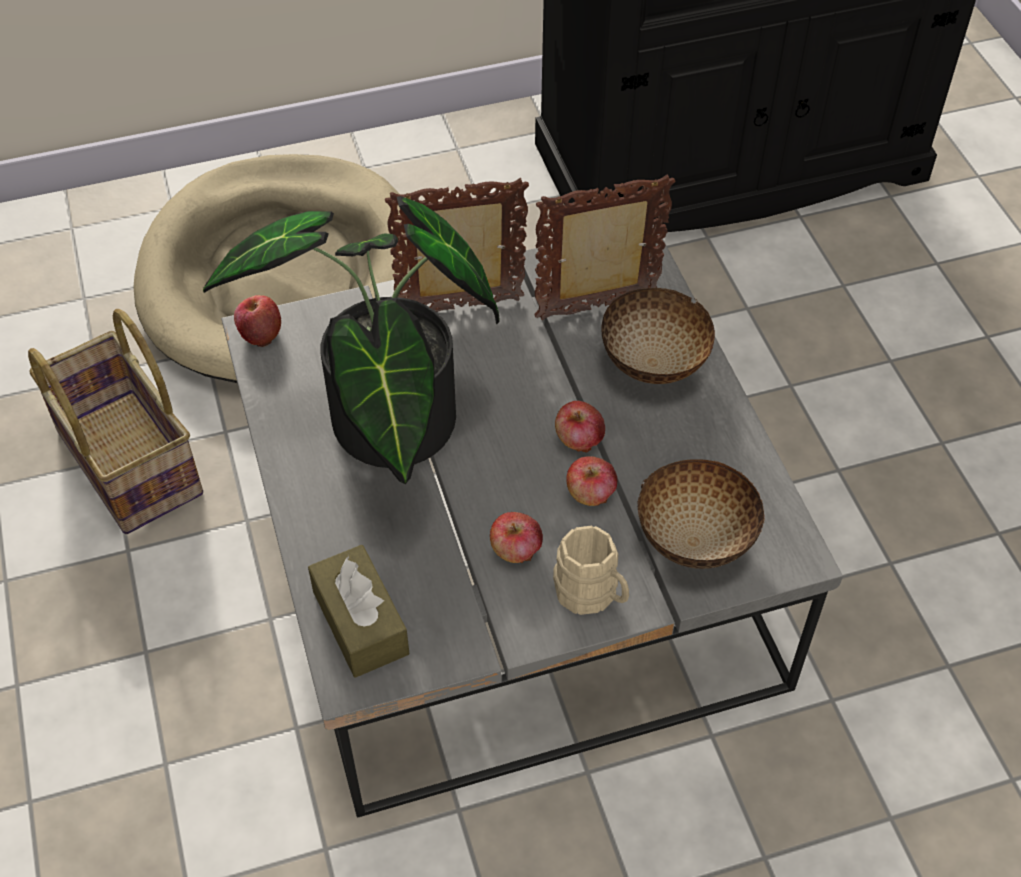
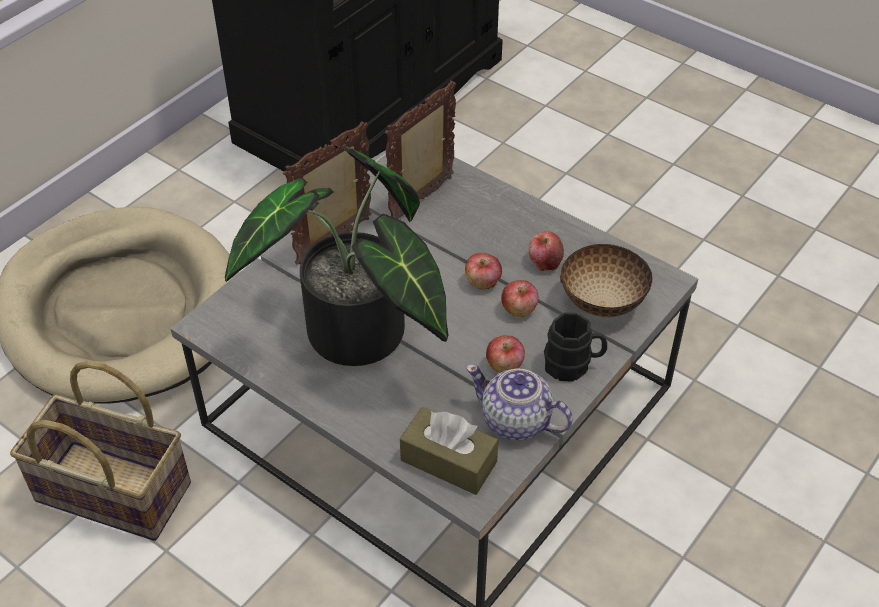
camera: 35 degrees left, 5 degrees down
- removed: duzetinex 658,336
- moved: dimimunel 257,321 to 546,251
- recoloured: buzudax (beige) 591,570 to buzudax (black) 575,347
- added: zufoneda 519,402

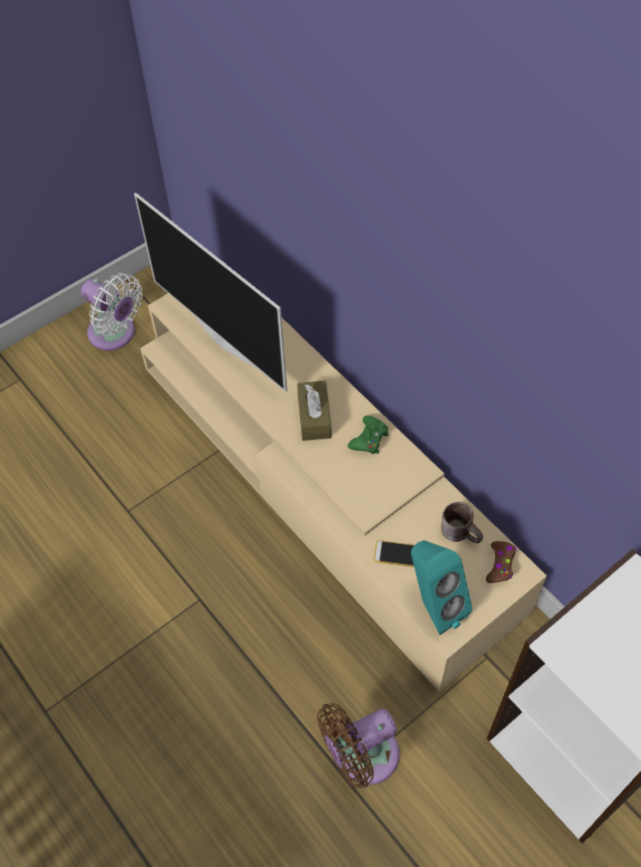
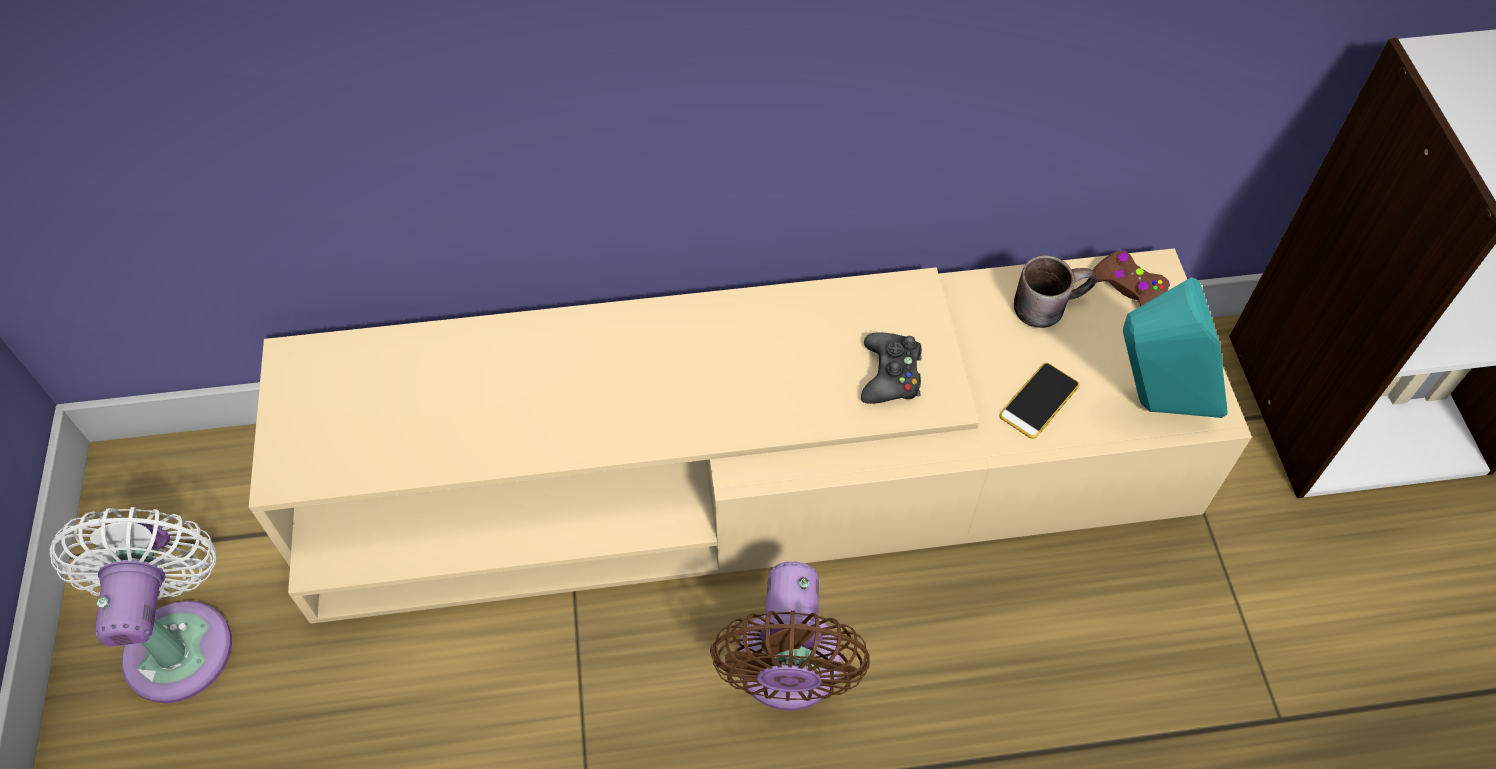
camera: 60 degrees left, 0 degrees up
- removed: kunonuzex 210,292
- turned: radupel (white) 112,311 = 141,605 75 degrees counterclockwise
- removed: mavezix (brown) 314,411
- removed: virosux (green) 368,434
- moved: radupel (brown) 358,745 to 790,636
- added: virosux (black) 891,368

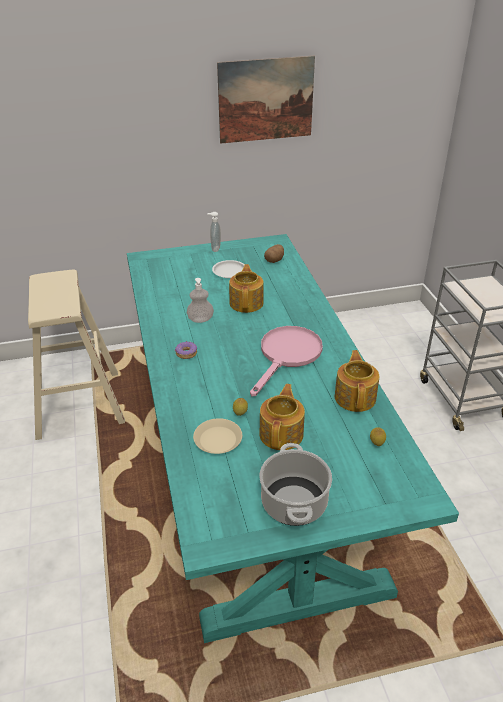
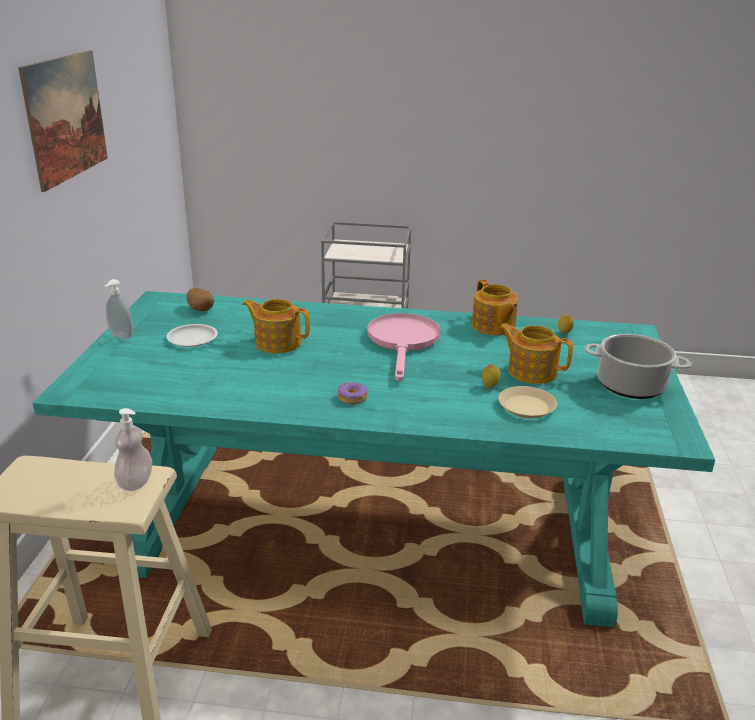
camera: 70 degrees left, 10 degrees down
- moved: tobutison 200,300 to 133,449
- turned: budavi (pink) 286,361 = 404,347 45 degrees clockwise
- turned: zufoneda 357,381 = 495,307 135 degrees counterclockwise

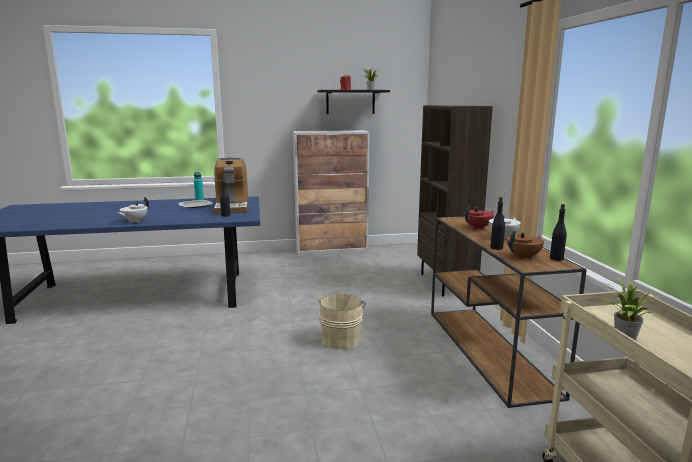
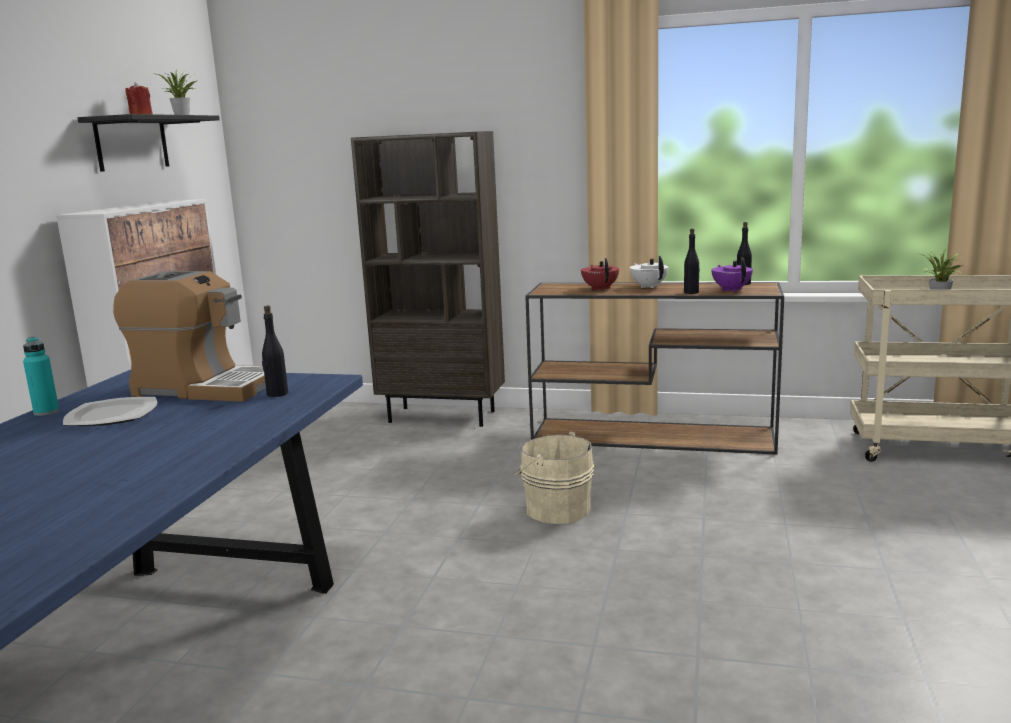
camera: 65 degrees left, 0 degrees up
- removed: zufoneda (white) 132,210
- recoloured: zufoneda (brown) 525,245 to zufoneda (purple) 732,275

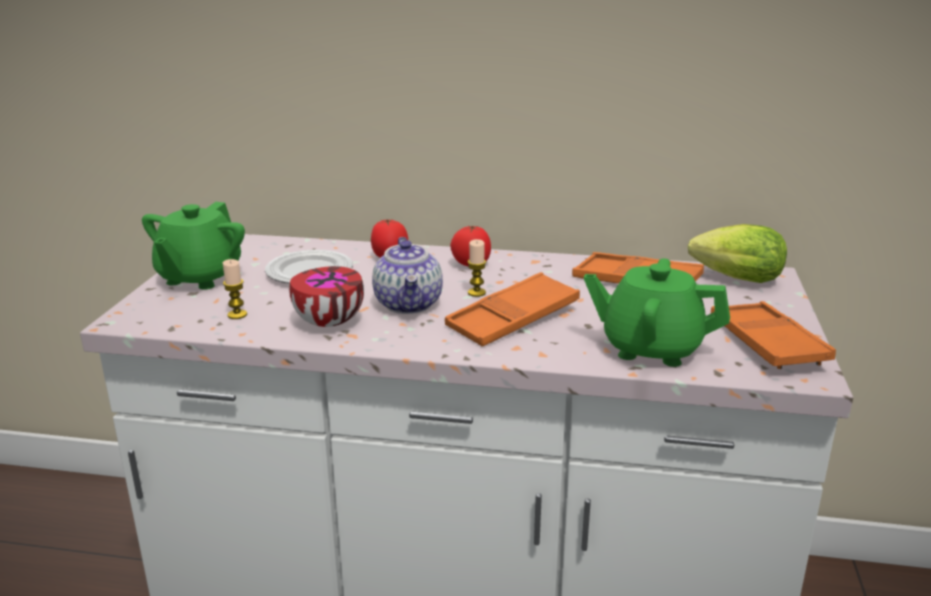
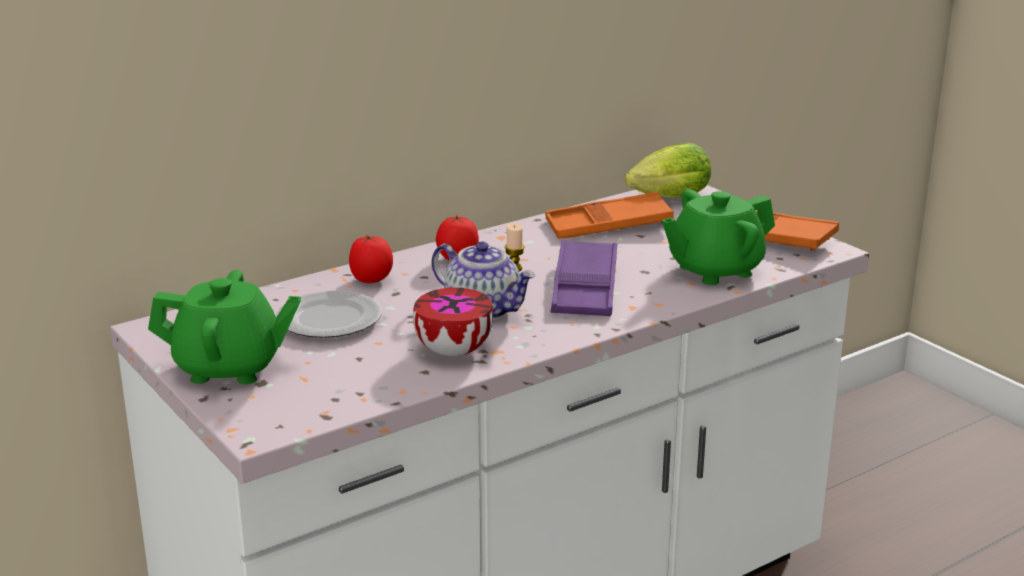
camera: 45 degrees left, 0 degrees up
- turned: zufoneda (green) 193,246 = 224,327 60 degrees counterclockwise
- removed: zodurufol 235,289
- recoloured: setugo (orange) 512,309 to setugo (purple) 584,277

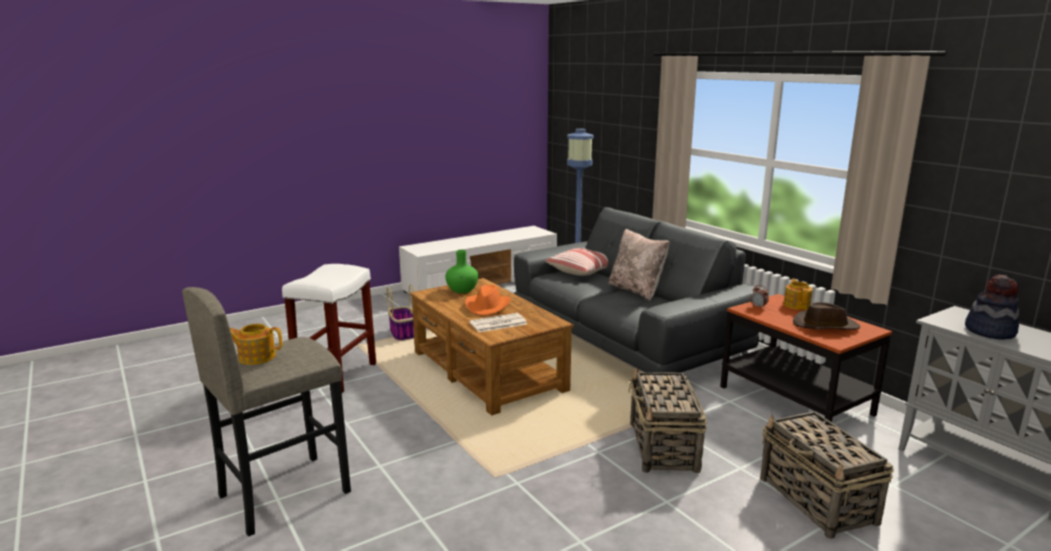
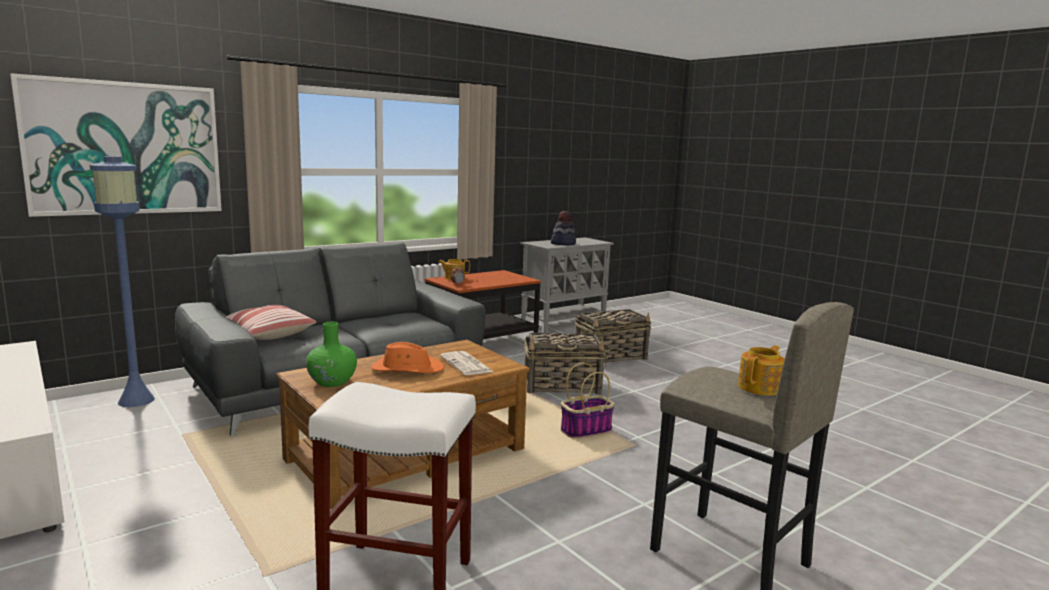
camera: 95 degrees left, 5 degrees down
- removed: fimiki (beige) 639,265
- moved: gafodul 400,313 to 588,400
- removed: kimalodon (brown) 826,316
- turned: zufoneda 256,344 = 761,370 135 degrees counterclockwise
- added: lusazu 116,145

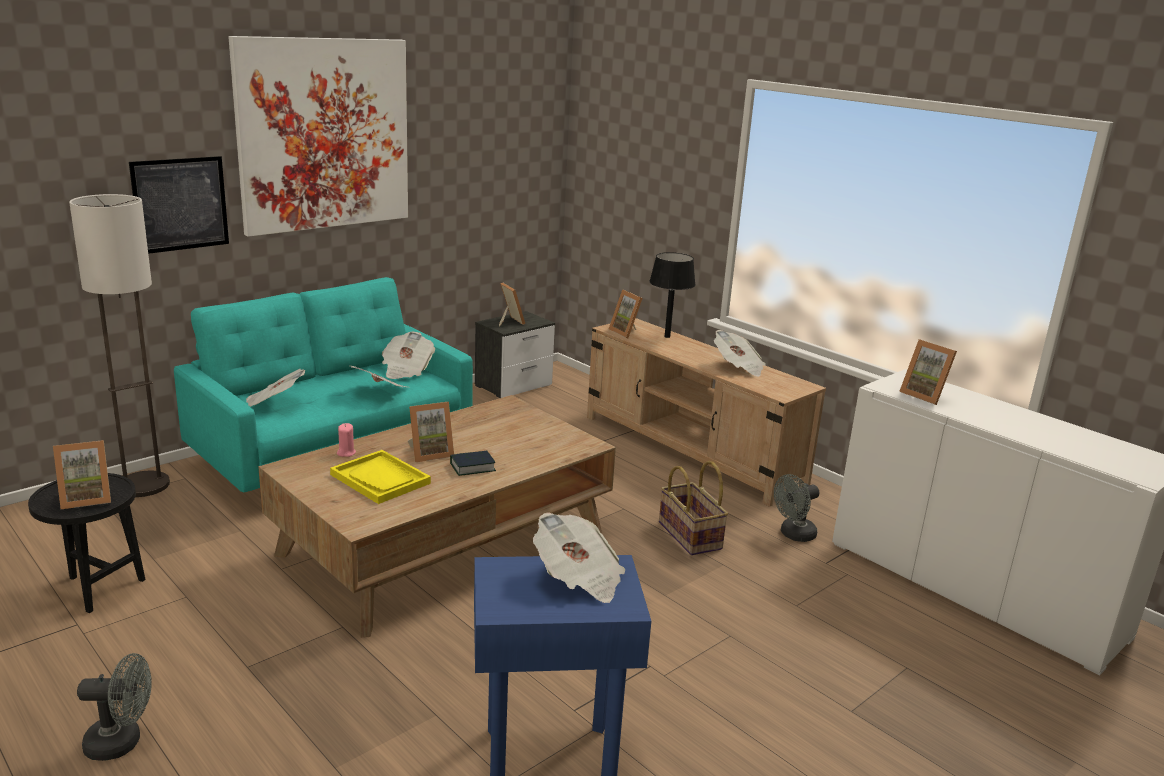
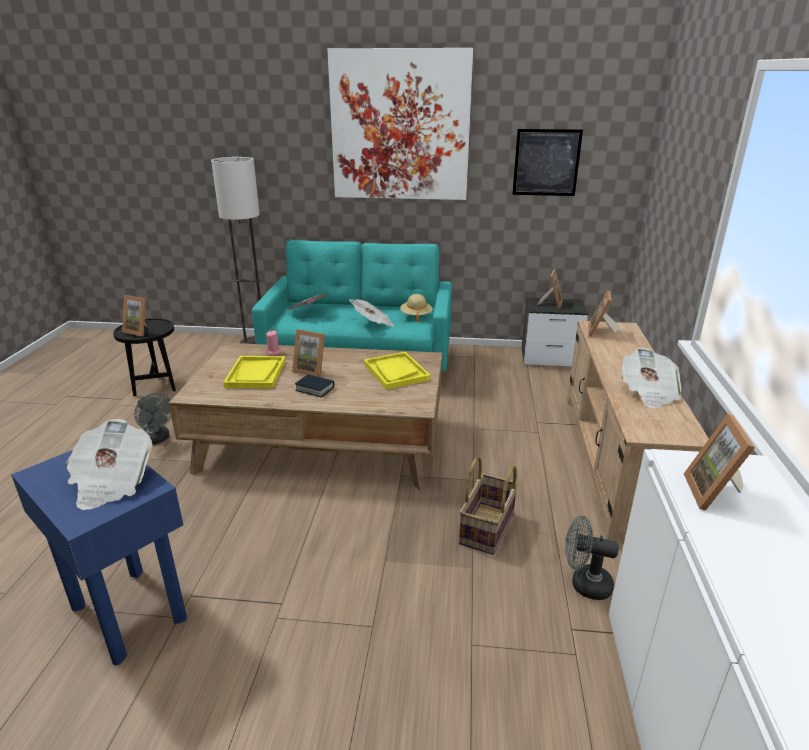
camera: 50 degrees right, 5 degrees up
- moved: lusazu 179,205 to 547,162
- removed: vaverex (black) 672,295
- replaced: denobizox 408,355 to kimalodon (beige) 416,308
- moved: radupel (grey) 114,707 to 152,419
- added: setugo (yellow) 397,371

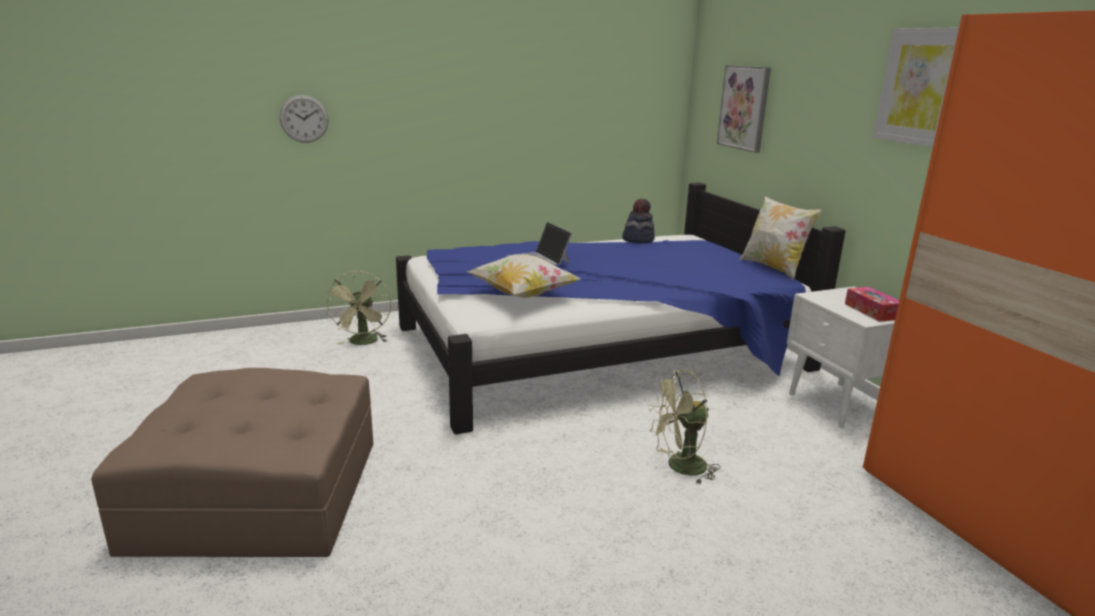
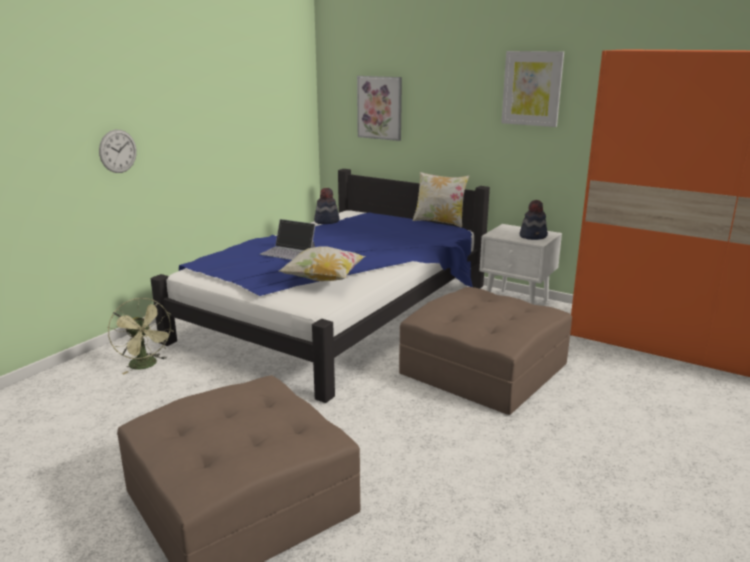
camera: 35 degrees left, 0 degrees up
- moved: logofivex 304,119 to 118,151
- replaced: mavezix 872,304 to kimalodon 534,220
- replaced: radupel (green) 684,427 to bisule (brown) 485,351

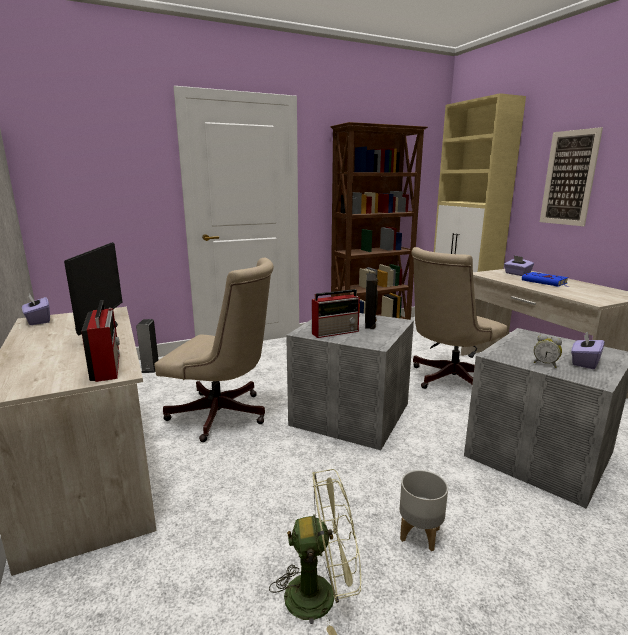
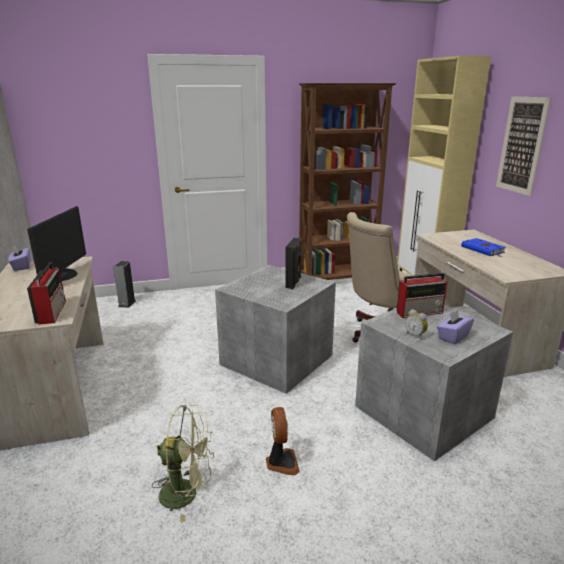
camera: 10 degrees right, 5 degrees up
- removed: mavezix (purple) 519,265
- removed: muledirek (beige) 214,350
- moved: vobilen 336,313 to 421,295
- replaced: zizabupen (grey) 424,510 to radupel 283,441

